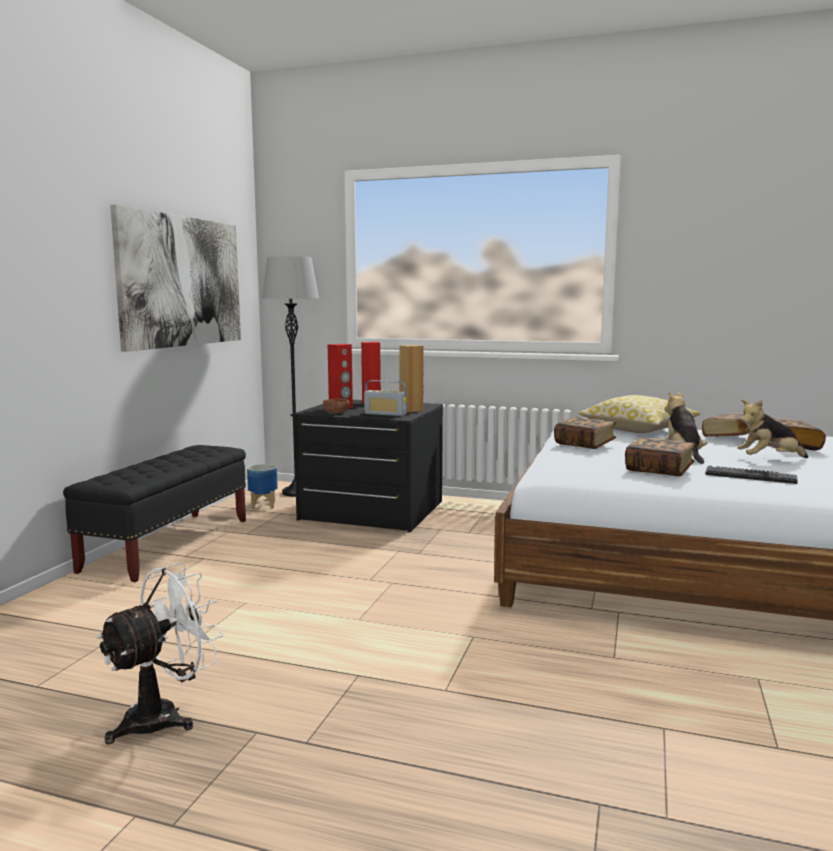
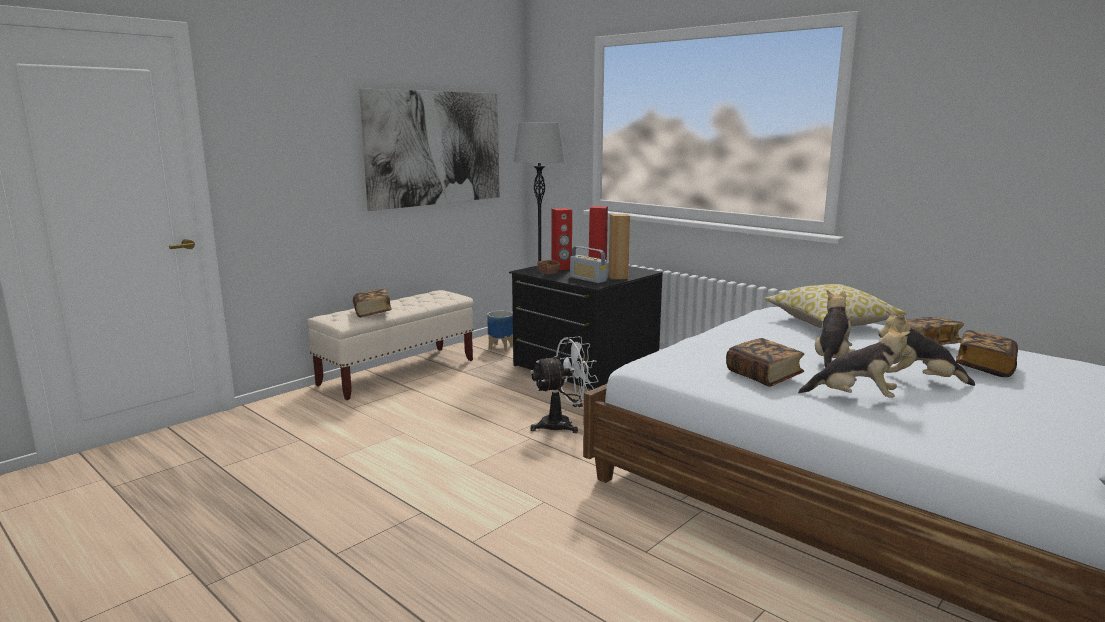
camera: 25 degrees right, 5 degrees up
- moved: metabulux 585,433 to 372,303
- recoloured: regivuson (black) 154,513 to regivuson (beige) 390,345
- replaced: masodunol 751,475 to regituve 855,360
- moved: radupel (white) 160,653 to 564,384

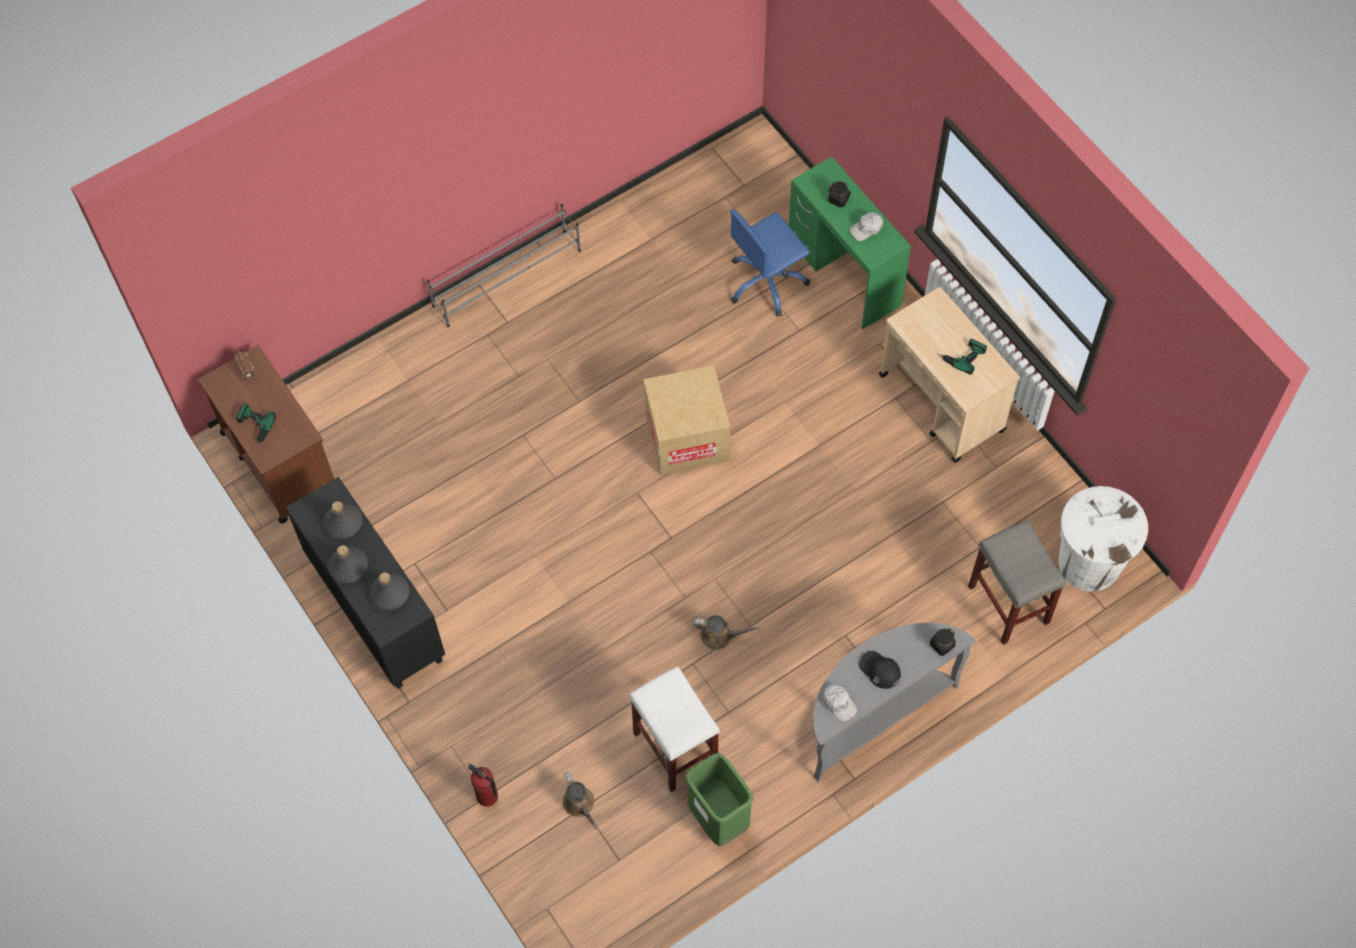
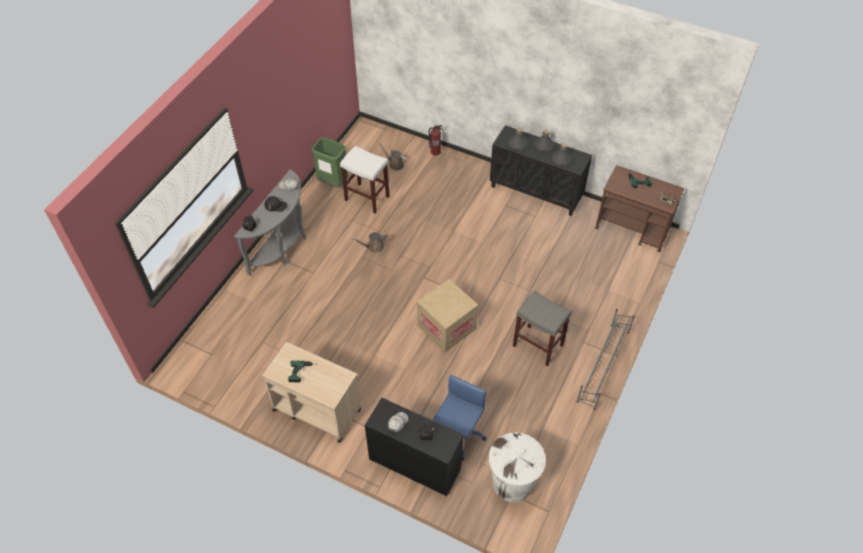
camera: 150 degrees right, 10 degrees down
- recoloured: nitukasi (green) 850,243 to nitukasi (black) 414,446
- moved: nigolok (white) 1103,539 to 517,467
- moved: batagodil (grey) 1017,582 to 542,328

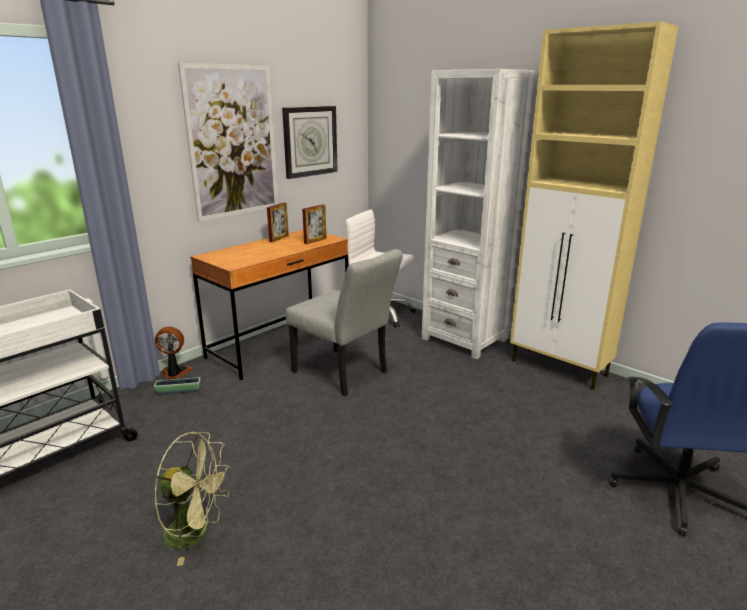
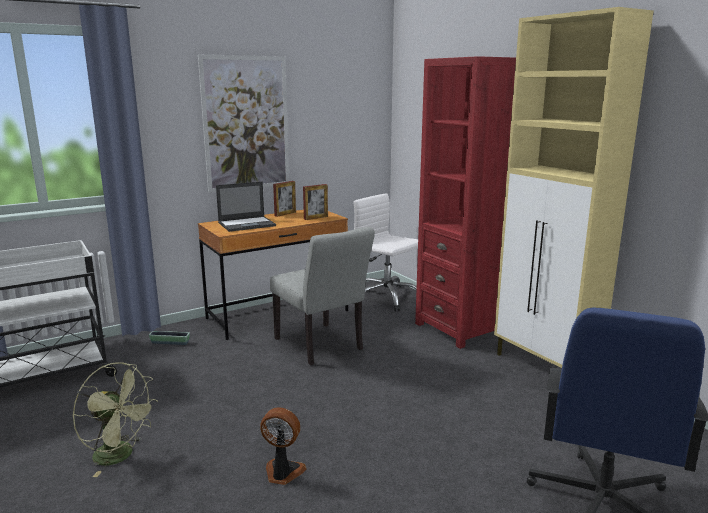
camera: 15 degrees right, 5 degrees down
- recoloured: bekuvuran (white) 478,214 to bekuvuran (red) 465,202
- removed: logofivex 310,142
- moved: radupel 173,353 to 283,446
- added: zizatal 246,206

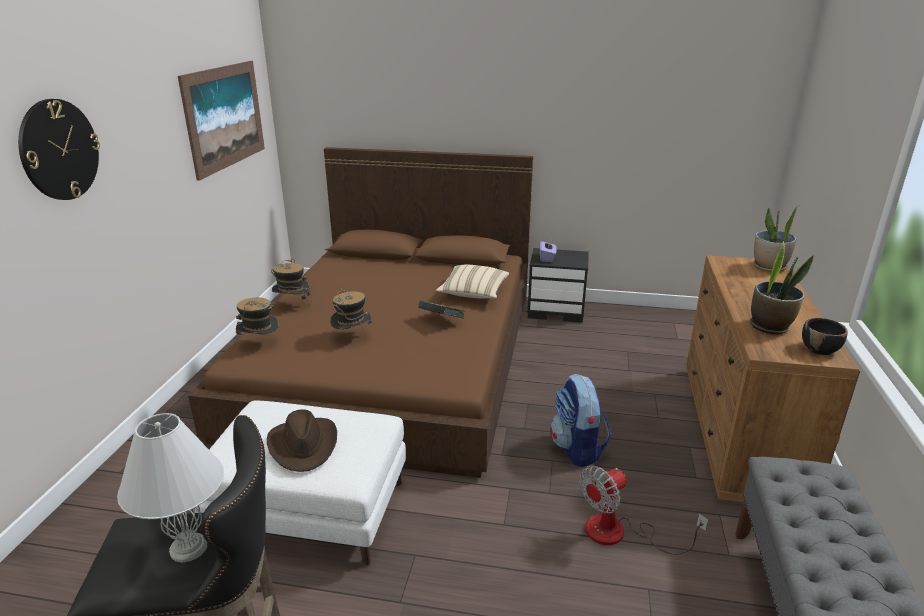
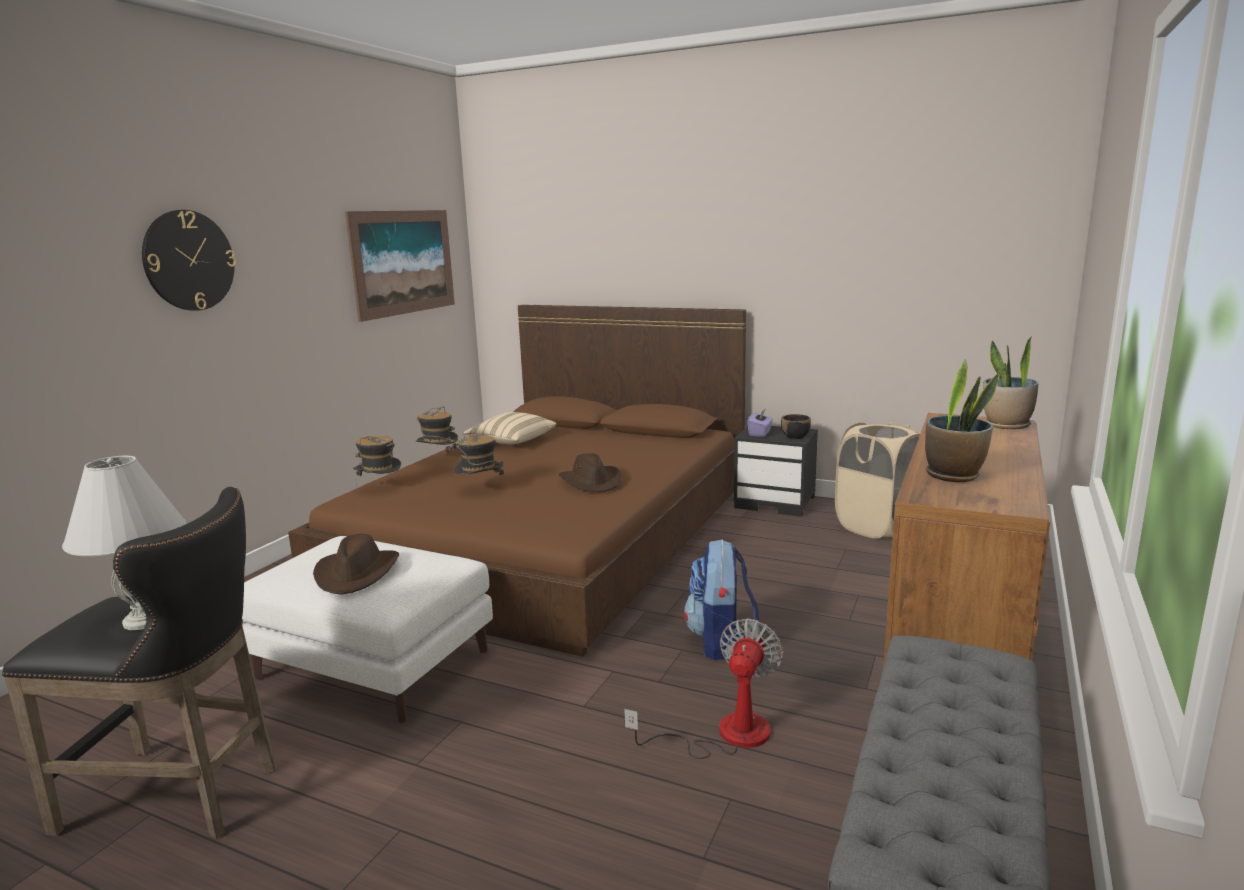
camera: 15 degrees right, 10 degrees down
- moved: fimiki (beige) 472,282 to 510,428
- replaced: metabulux 442,309 to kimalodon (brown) 590,472
- moved: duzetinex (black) 825,336 to 796,426
- turned: radupel 644,510 = 703,688 135 degrees clockwise
- added: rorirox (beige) 877,480

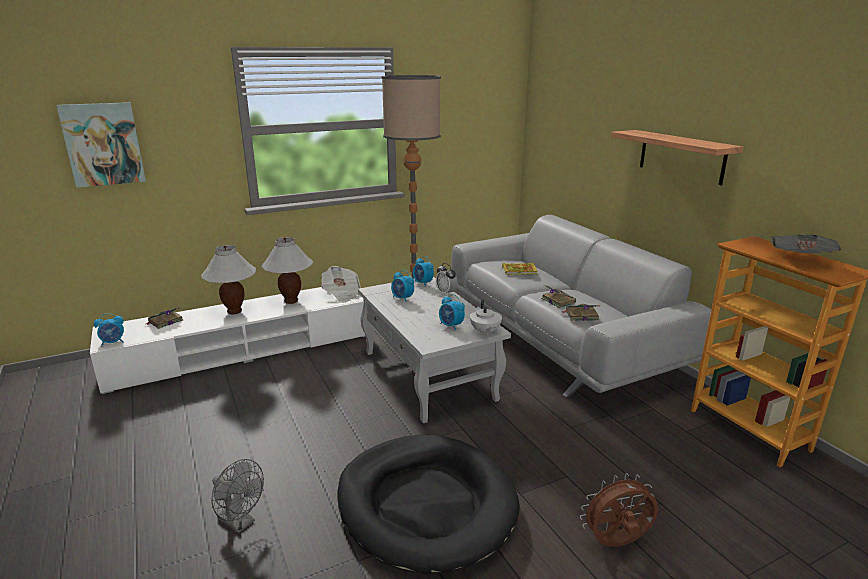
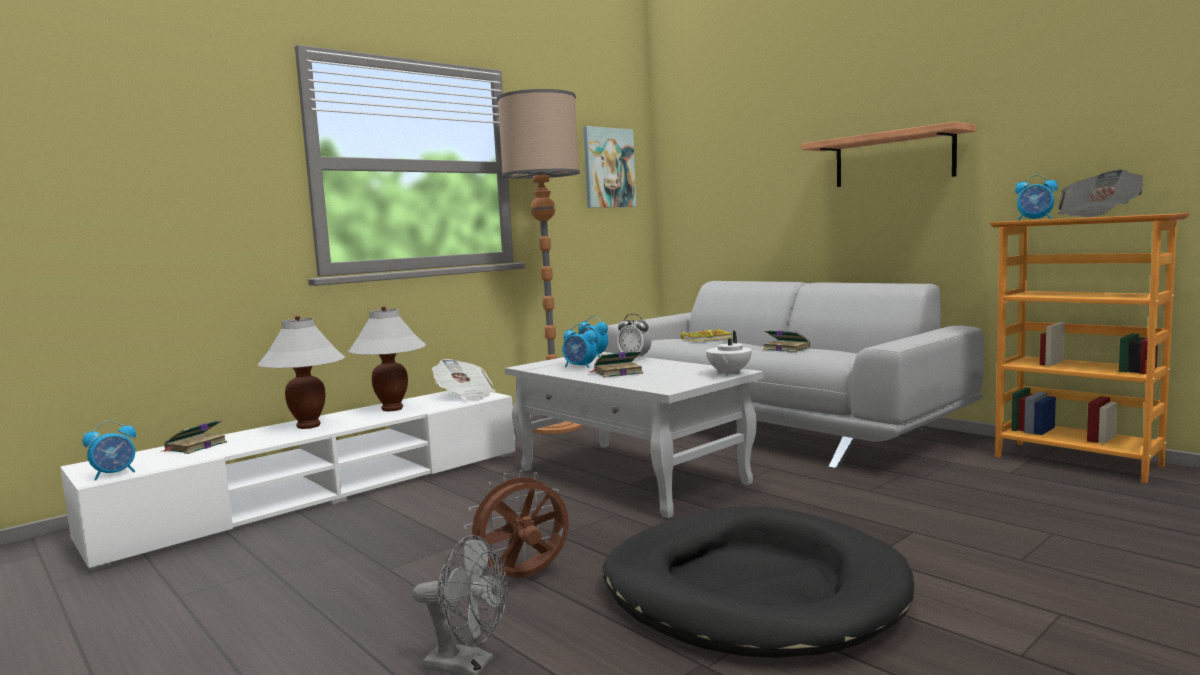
camera: 15 degrees left, 15 degrees down
- moved: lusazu 101,145 to 609,167
- moved: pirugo 452,312 to 1036,197
- turned: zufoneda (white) 486,318 = 729,353 45 degrees clockwise
- moved: metabulux 580,312 to 615,364
- moved: radupel (brown) 619,510 to 516,524

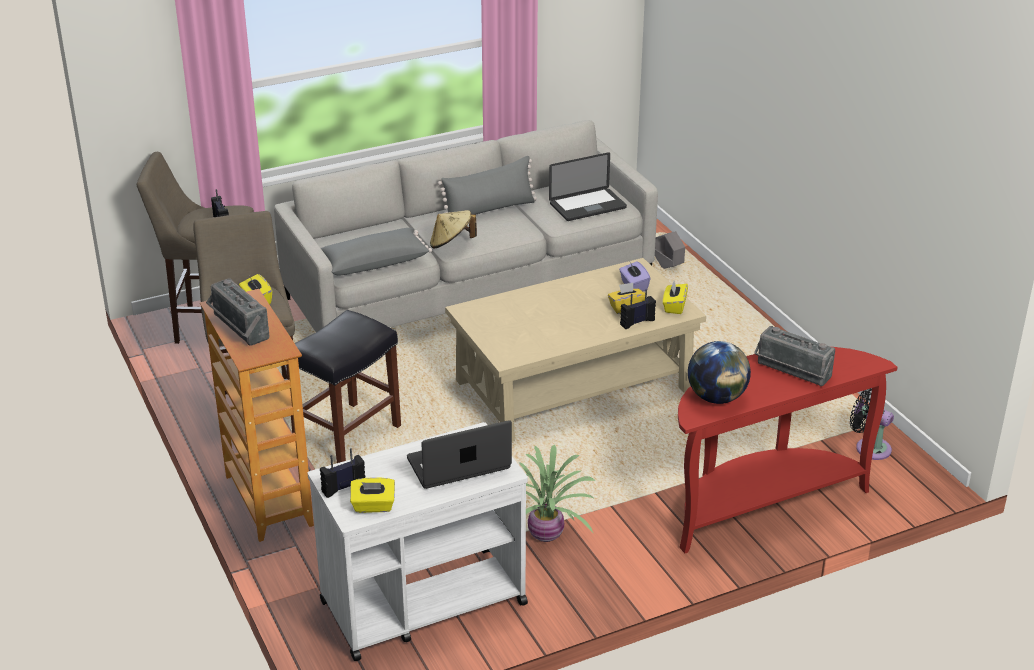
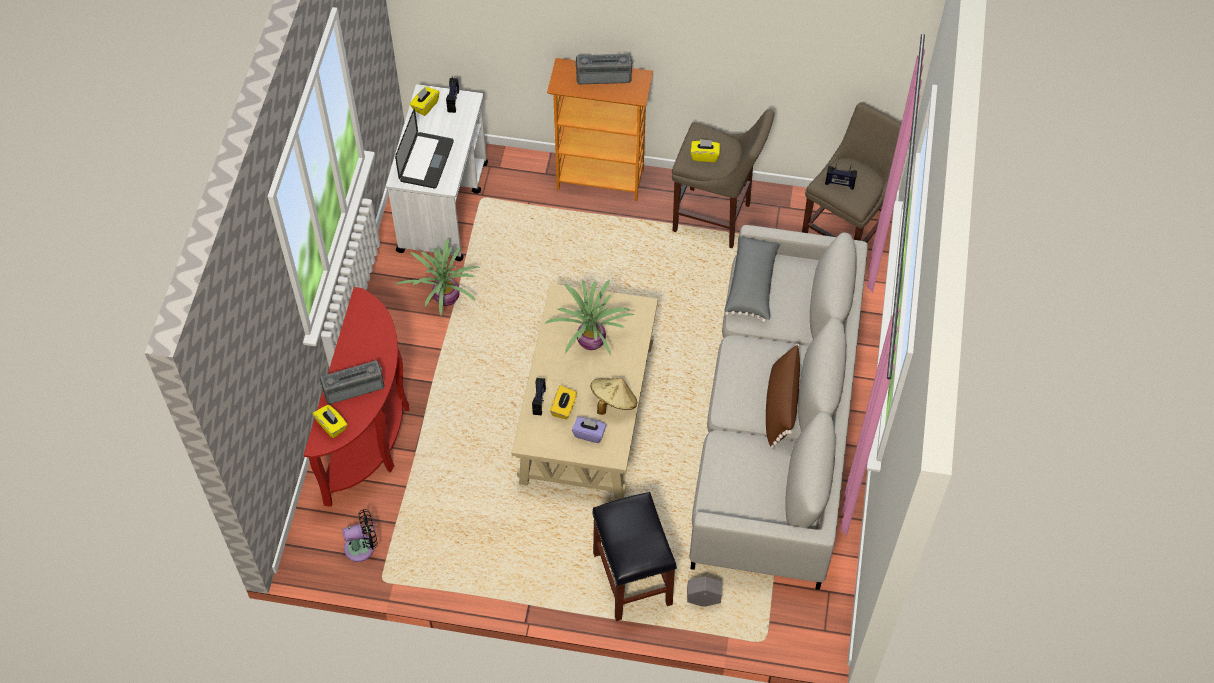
camera: 125 degrees right, 25 degrees up
- removed: zizatal 588,186
- recoloured: fimiki (grey) 487,185 to fimiki (brown) 783,396
- moved: kimalodon (beige) 453,229 to 613,396
- moved: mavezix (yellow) 675,297 to 330,421
- moved: batagodil (black) 343,386 to 634,556
- removed: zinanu 719,372
- added: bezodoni 589,317

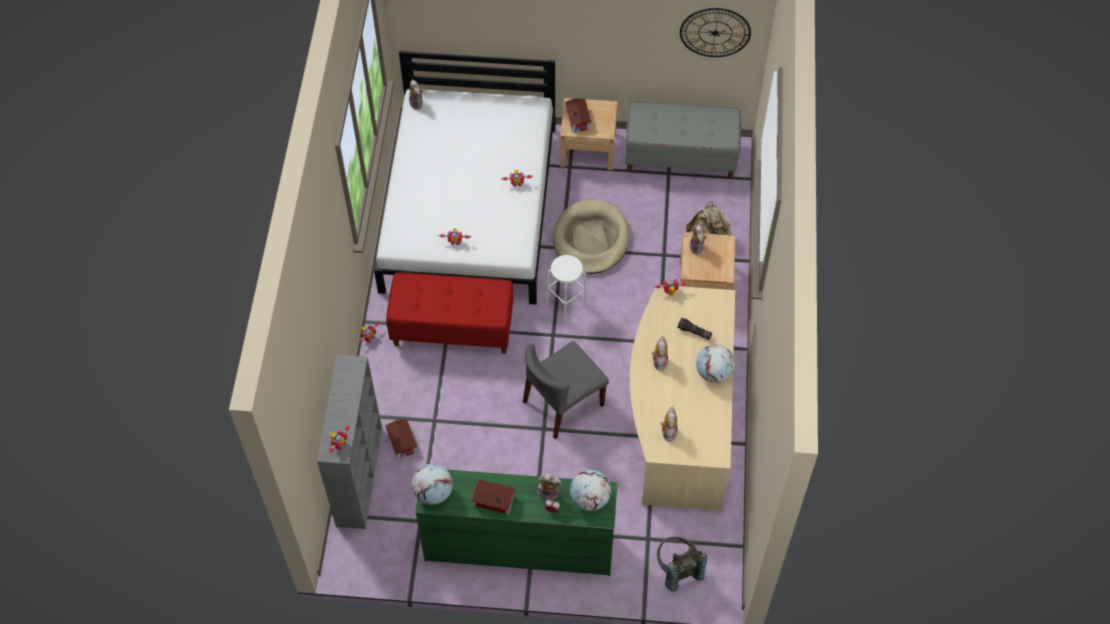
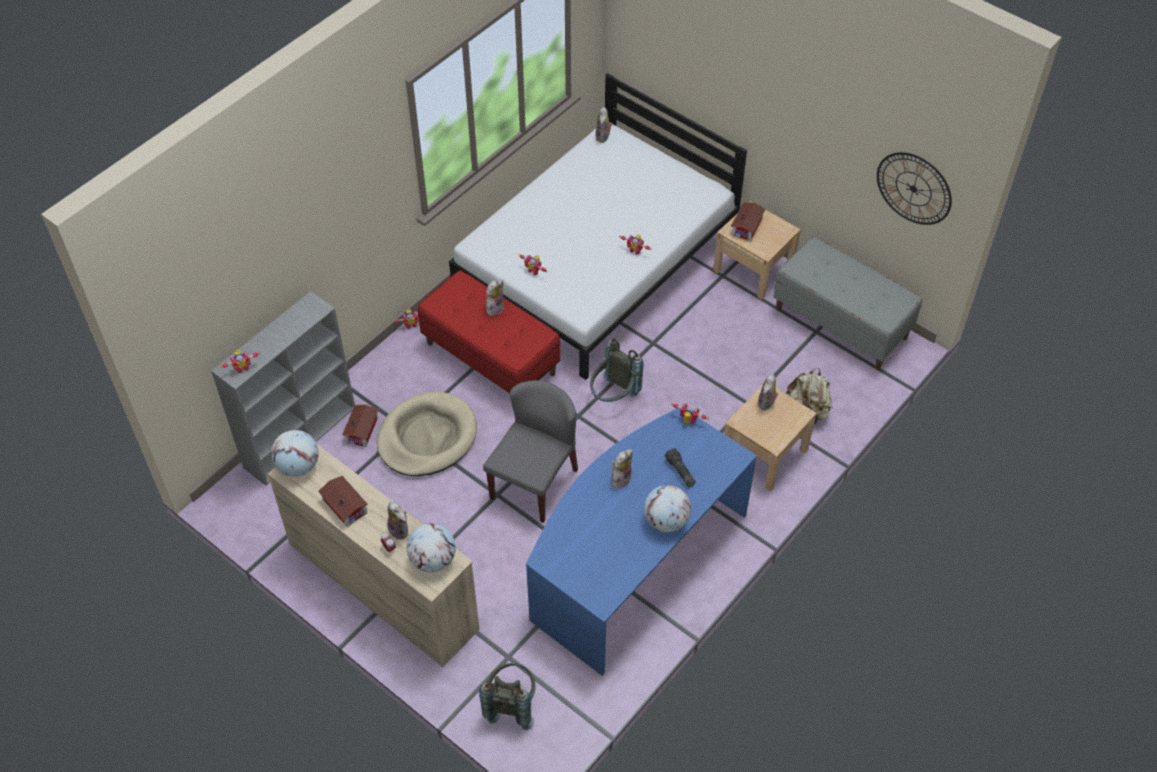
camera: 35 degrees right, 5 degrees down
- moved: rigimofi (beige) 591,237 to 427,433
- replaced: batagodil (white) 566,289 to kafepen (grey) 617,370
- recoloured: nitukasi (beige) 682,398 to nitukasi (blue) 641,541
- turned: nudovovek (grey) 566,390 = 530,451 120 degrees clockwise
- moved: regituve 669,424 to 495,297
- recoloured: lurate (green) 516,523 to lurate (beige) 374,556

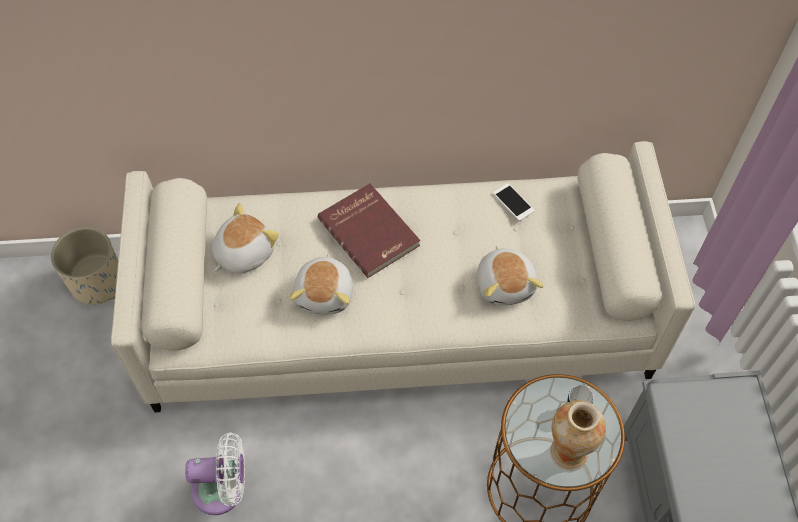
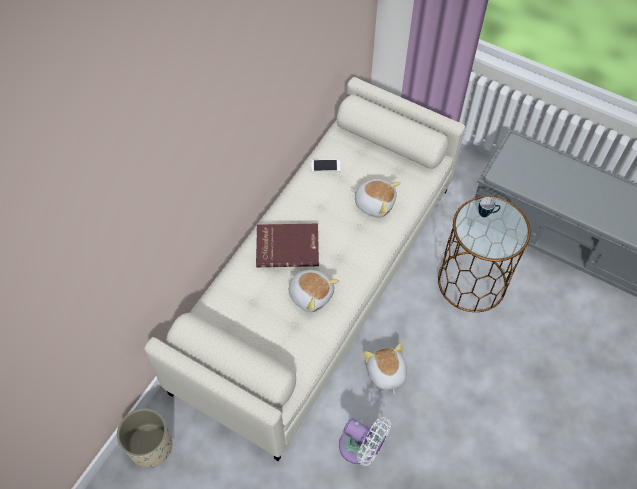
camera: 55 degrees left, 0 degrees up
- moved: regituve 245,238 to 385,368
- removed: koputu 578,435
- turned: radupel (white) 215,473 = 365,441 90 degrees clockwise

